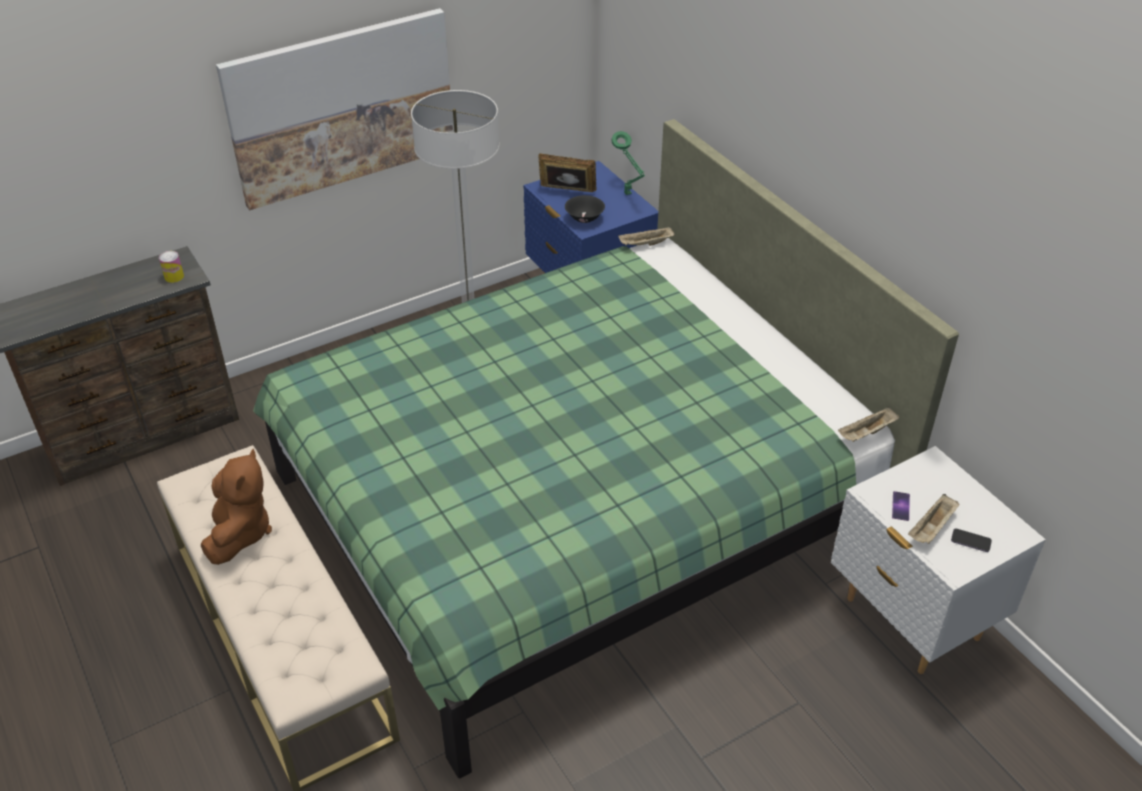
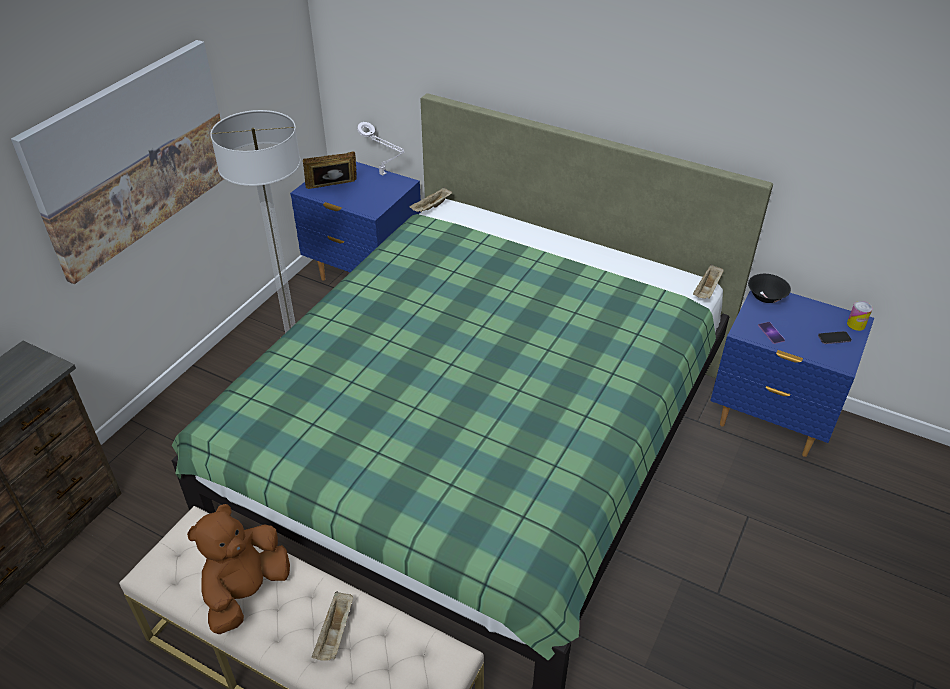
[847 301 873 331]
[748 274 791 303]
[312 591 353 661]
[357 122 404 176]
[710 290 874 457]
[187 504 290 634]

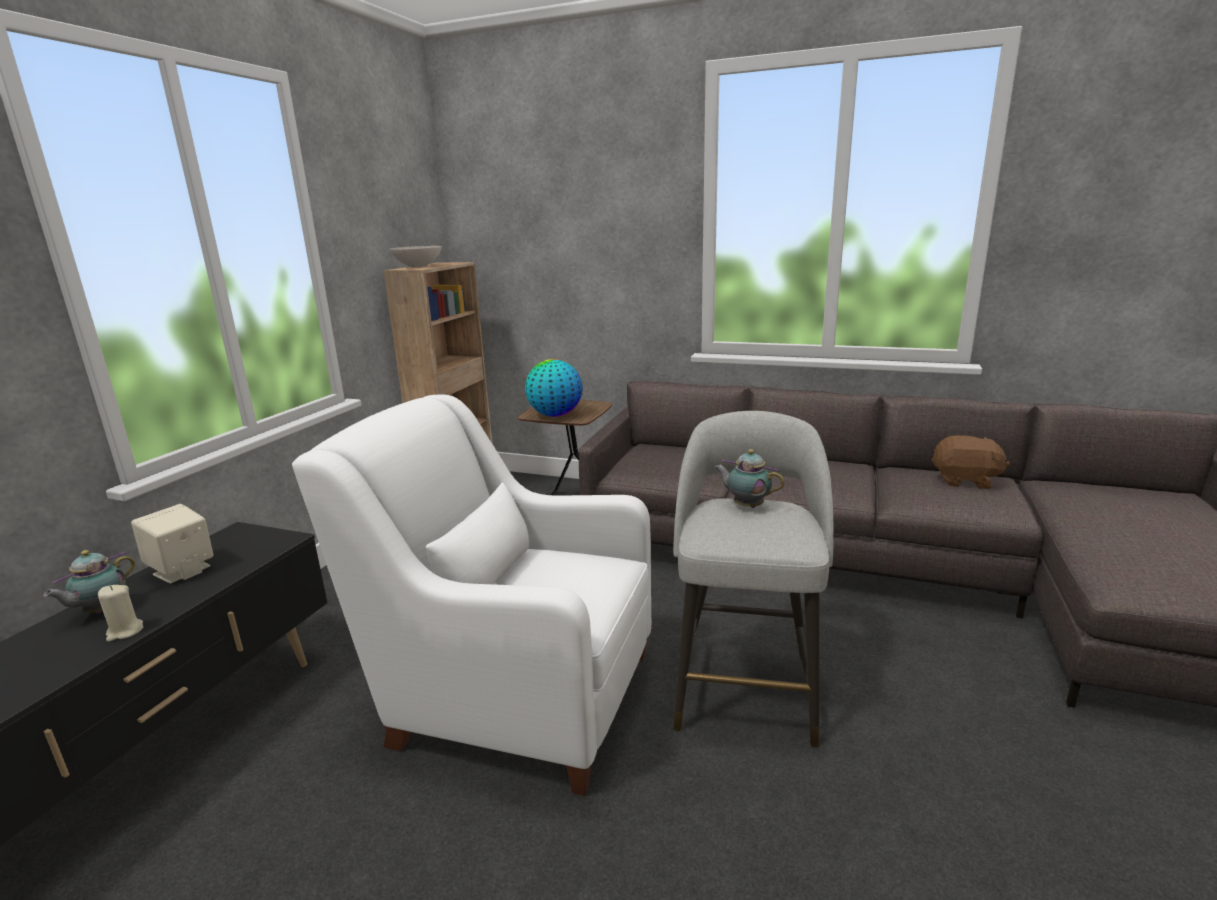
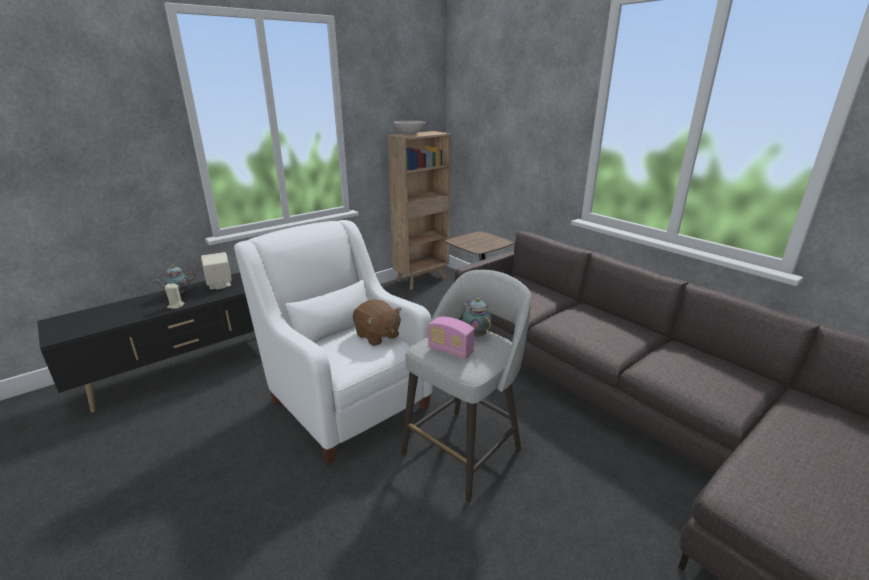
[525 359 583 417] (first image)
[428 317 475 359]
[353 300 401 346]

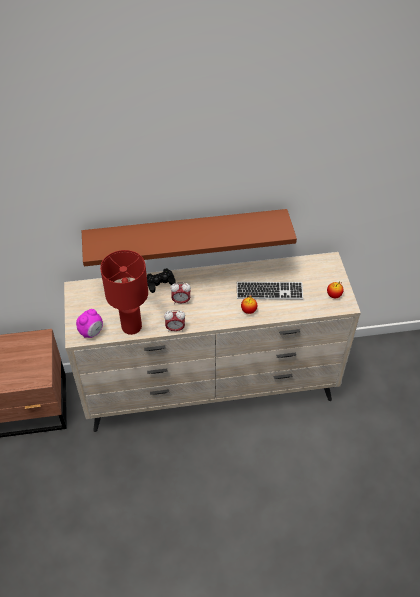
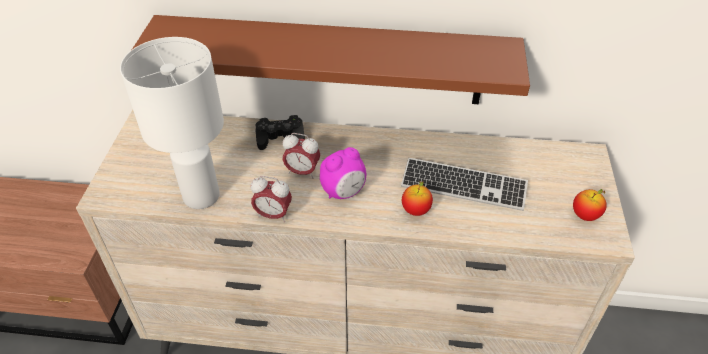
[320 147 366 199]
[120 37 224 209]

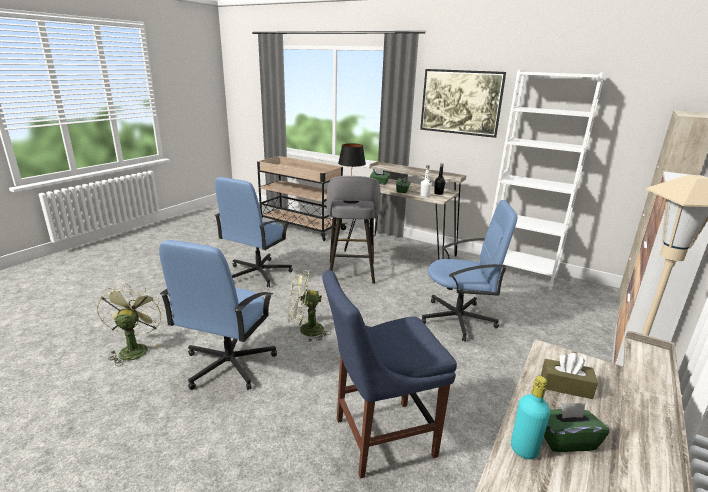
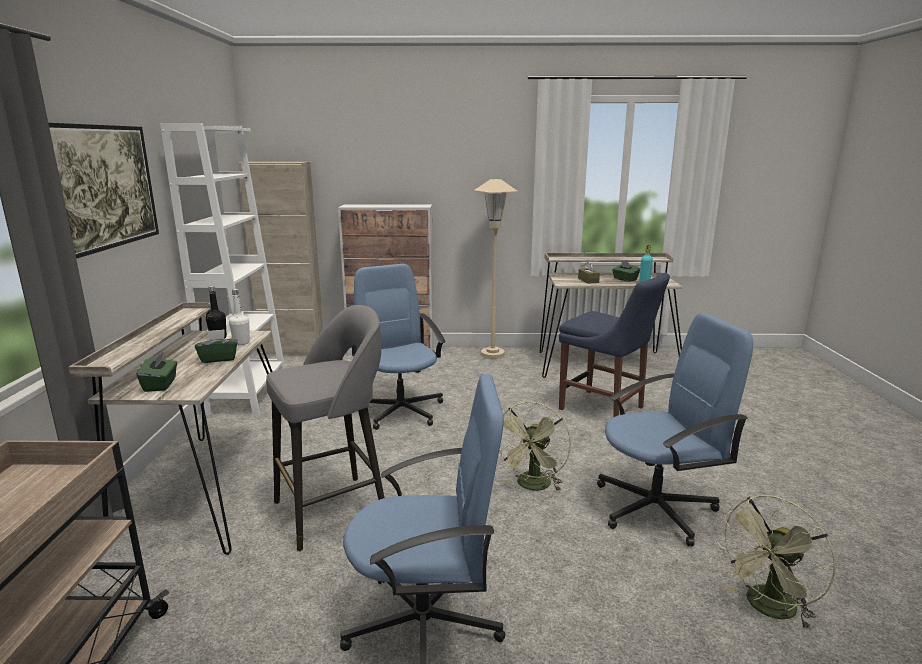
[338 143 366 204] (first image)
[499 402 571 491]

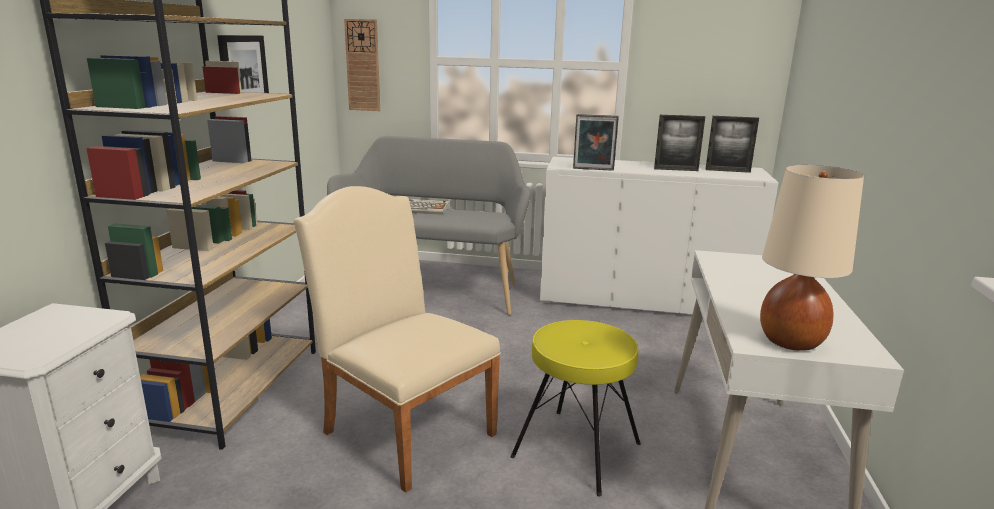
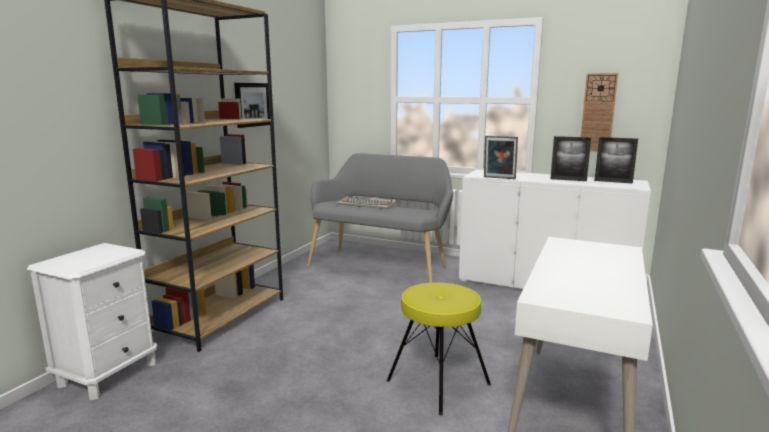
[294 186 501 493] (first image)
[760 165 864 351] (first image)
[581 73 618 152]

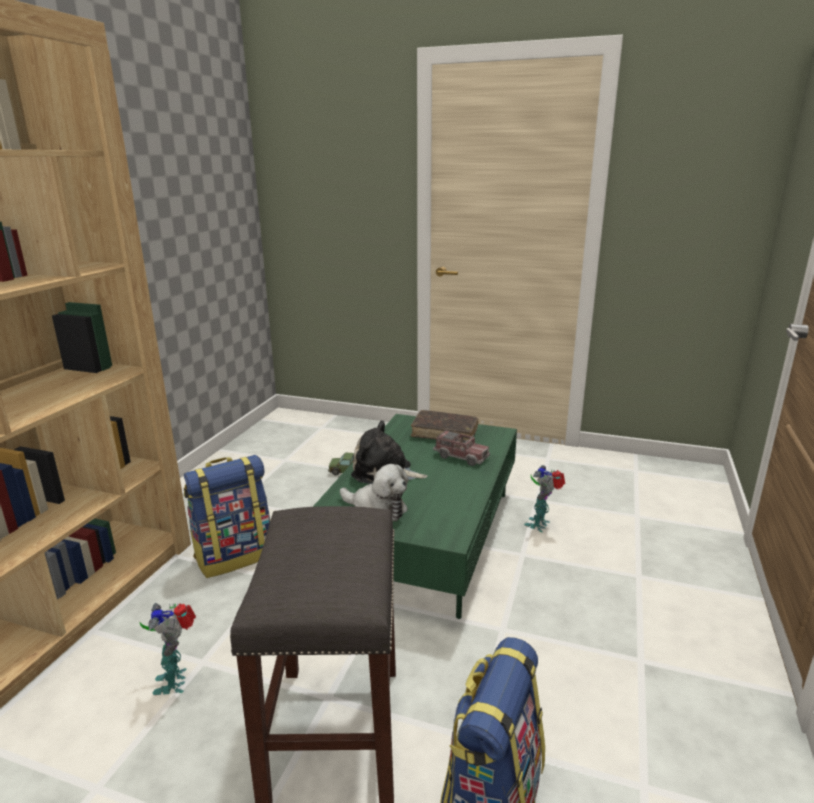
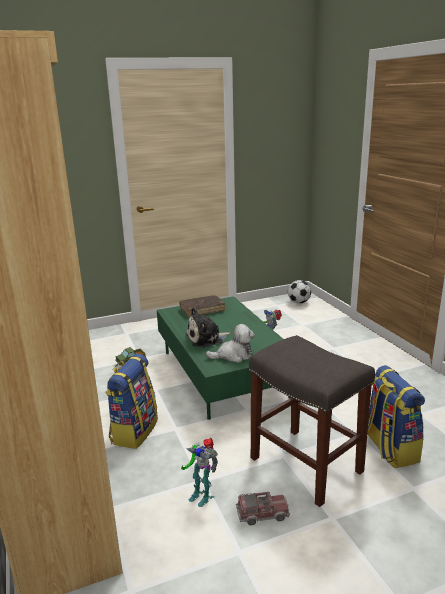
[288 280 311 304]
[236 491 290 525]

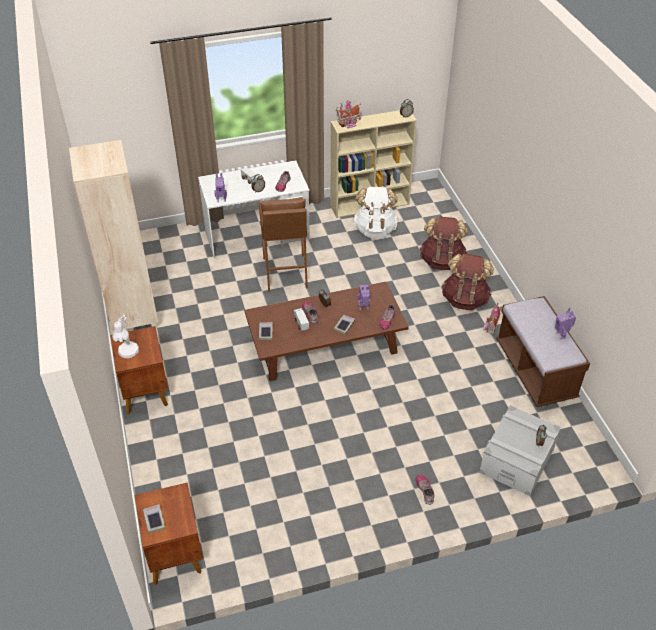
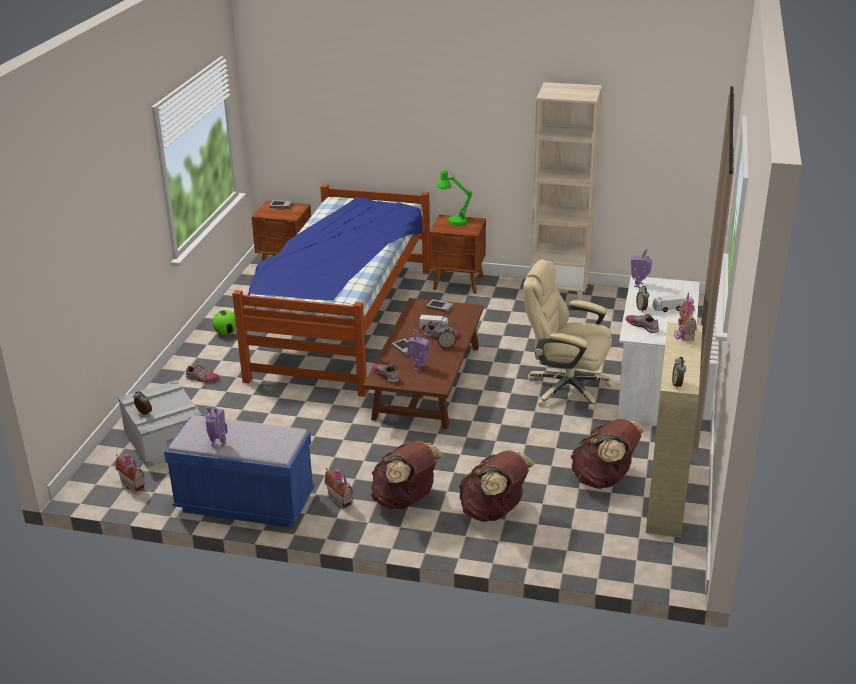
[115 452 145 492]
[213 310 236 335]
[232 184 430 397]
[523 260 613 411]
[437 170 473 226]
[571 419 644 489]
[164 416 315 527]

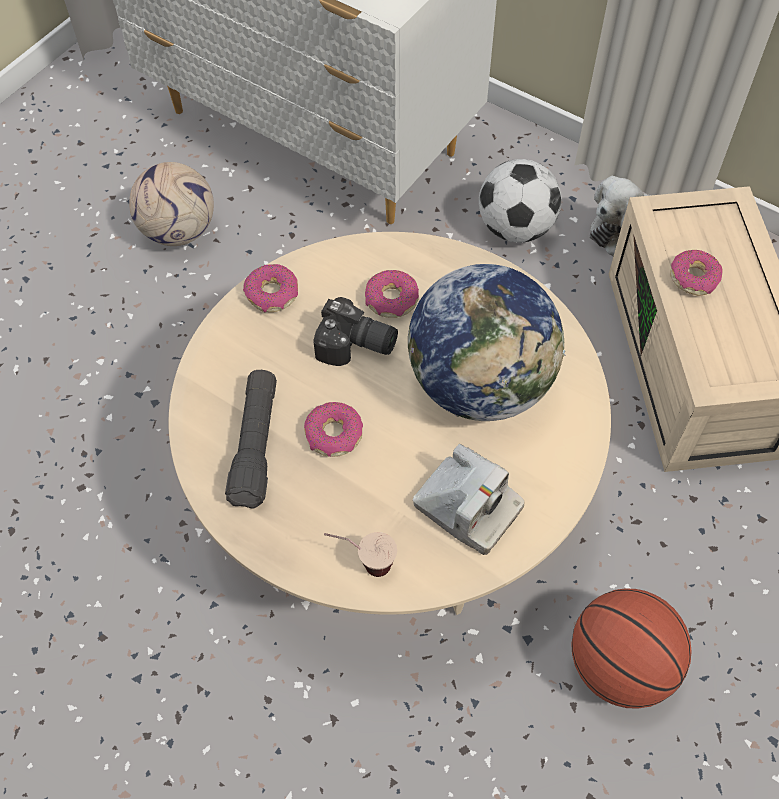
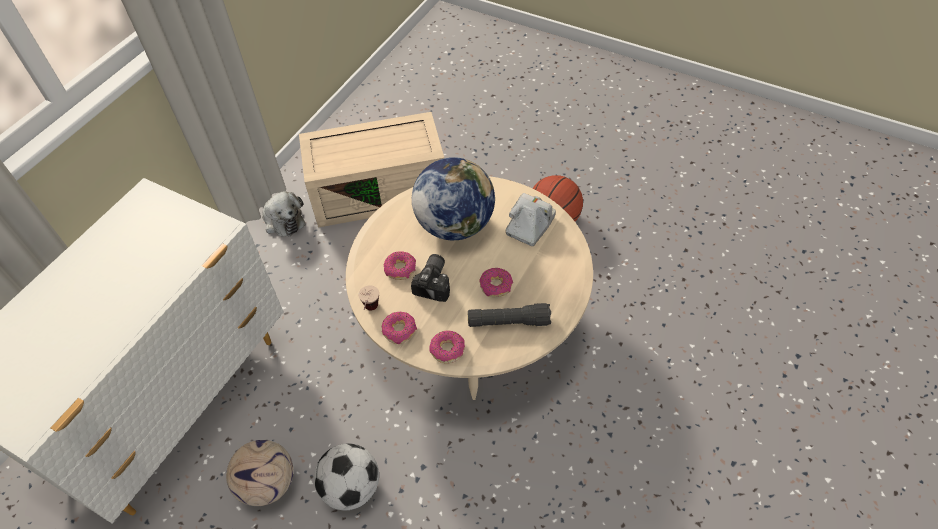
[358 285 379 311]
[314 443 379 511]
[429 331 465 364]

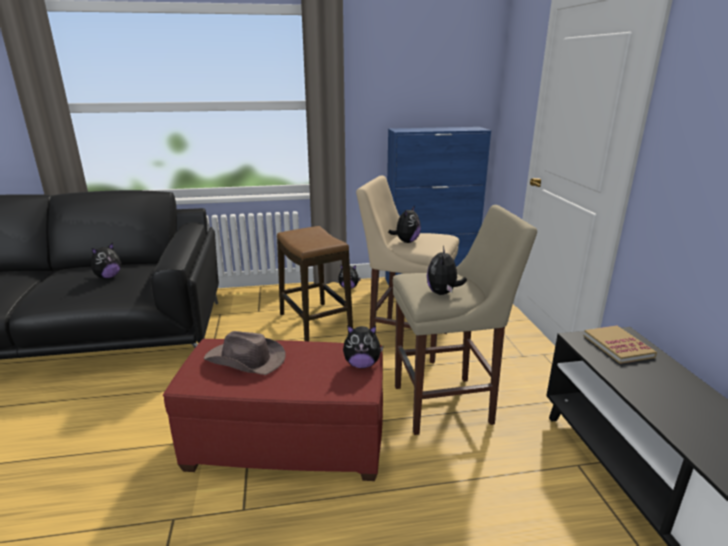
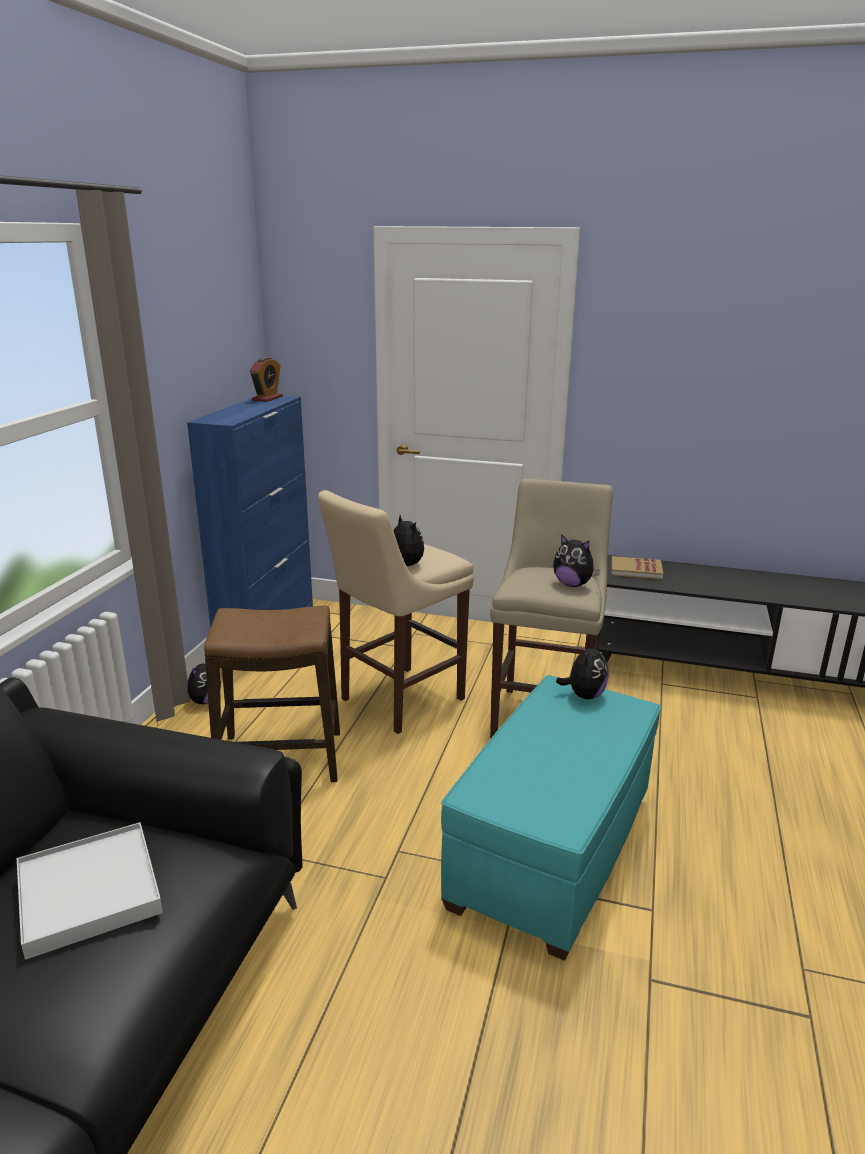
[204 331 286 375] (first image)
[250 357 283 402]
[17 822 163 960]
[441 675 661 961]

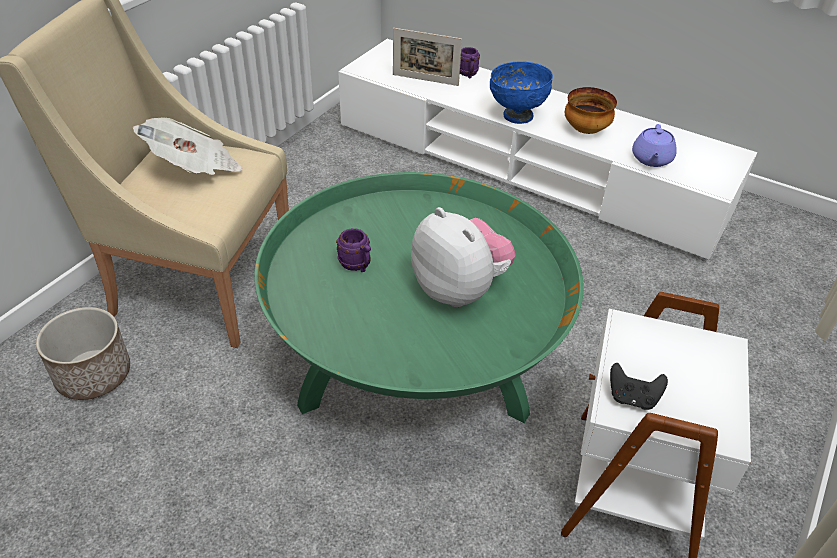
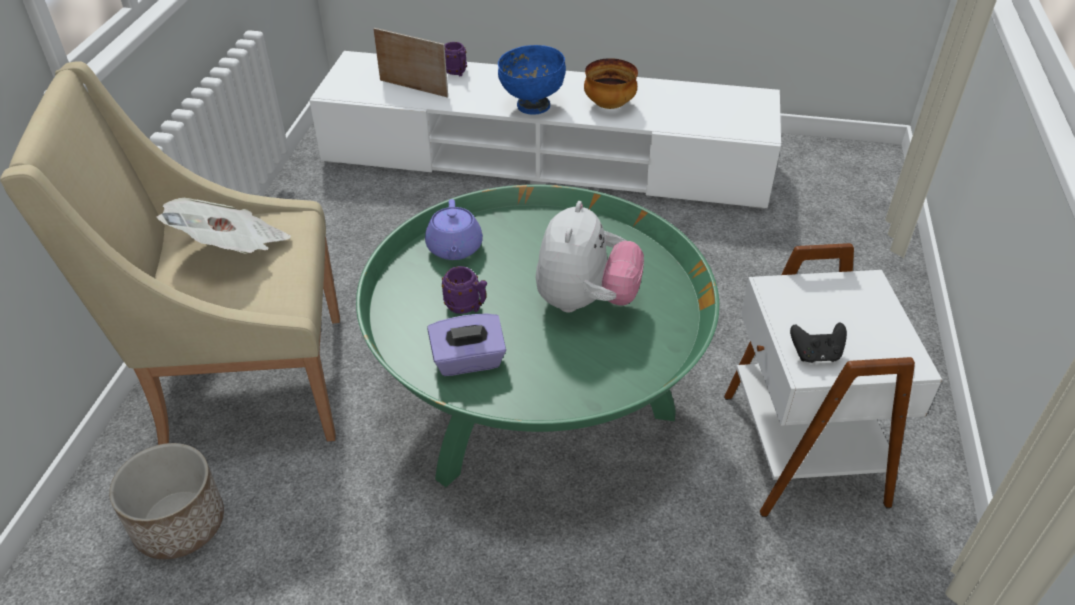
[427 314 506 376]
[425 199 483 260]
[373 28 448 98]
[536 201 644 313]

